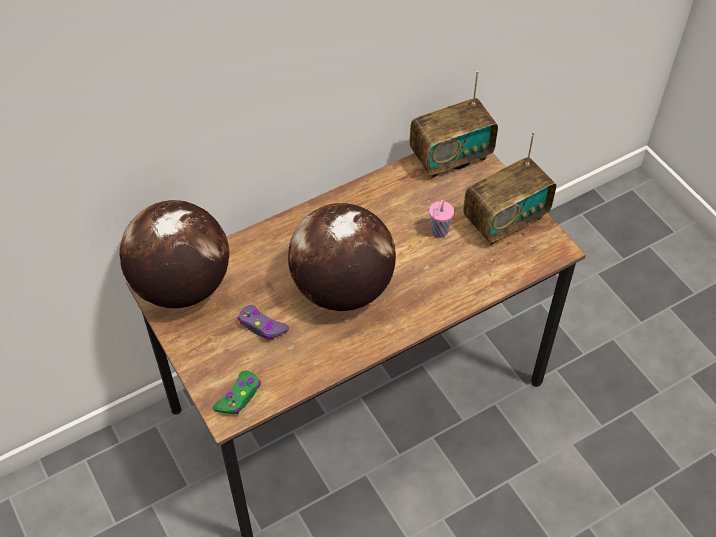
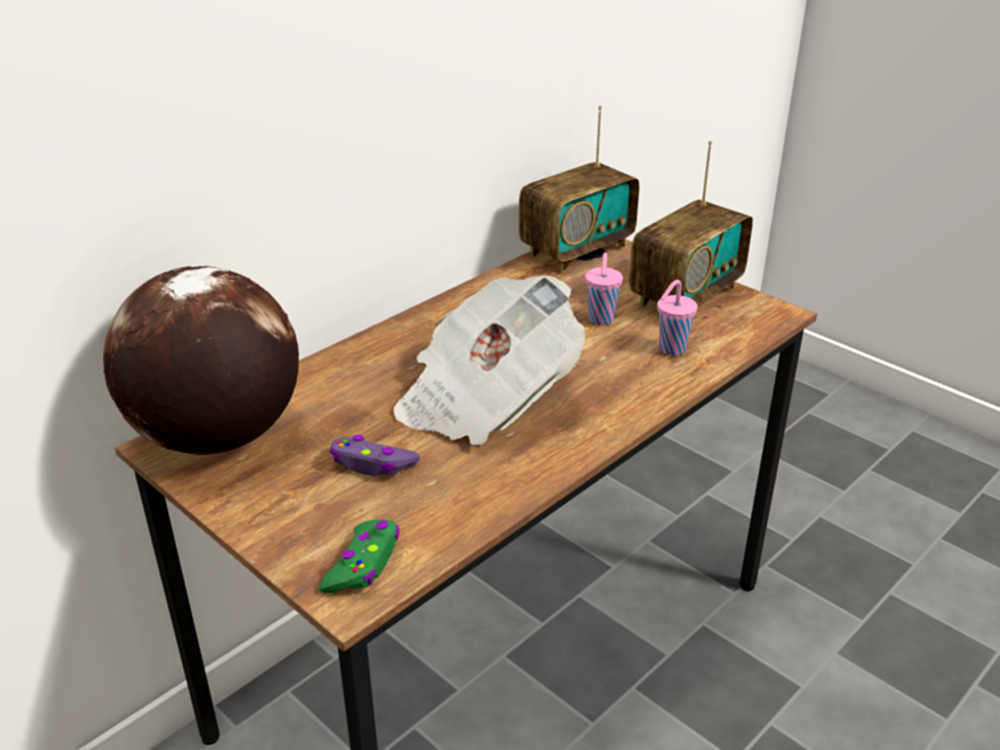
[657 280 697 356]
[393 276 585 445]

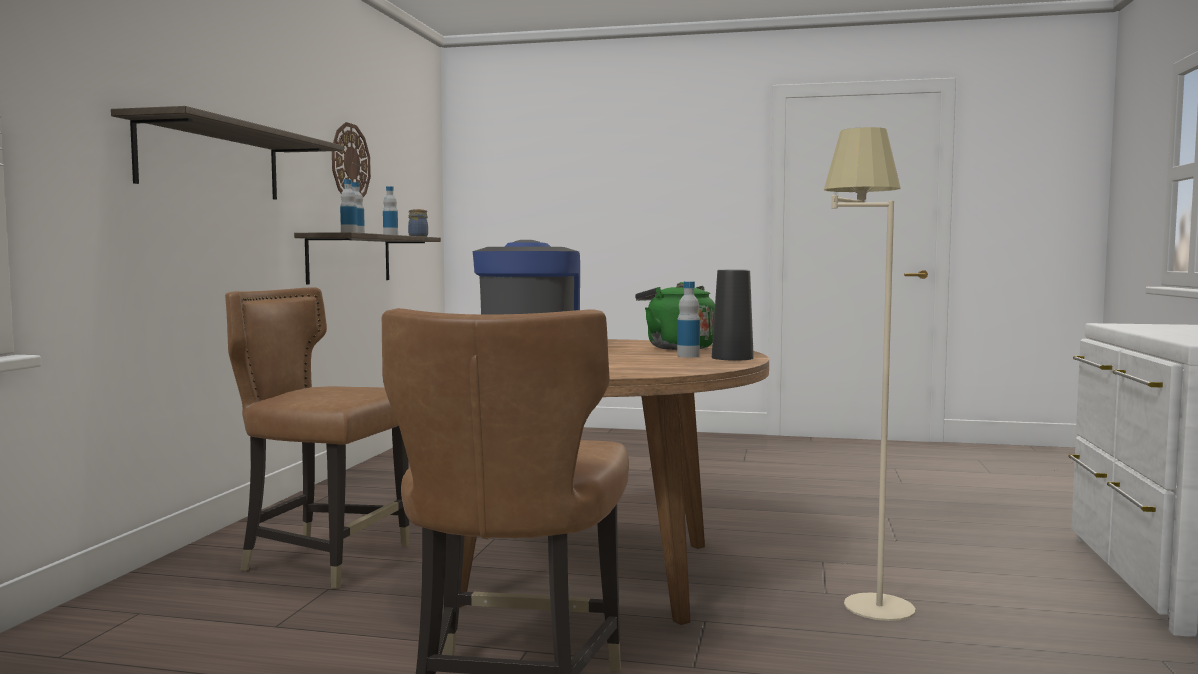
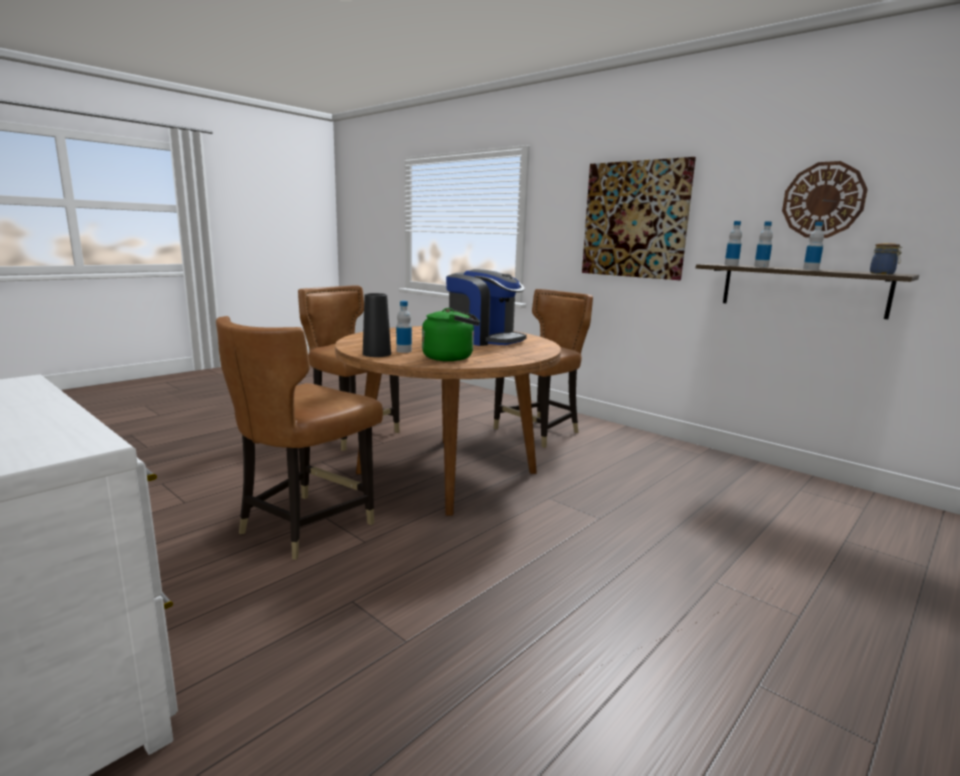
[582 157 696 280]
[216 316 383 560]

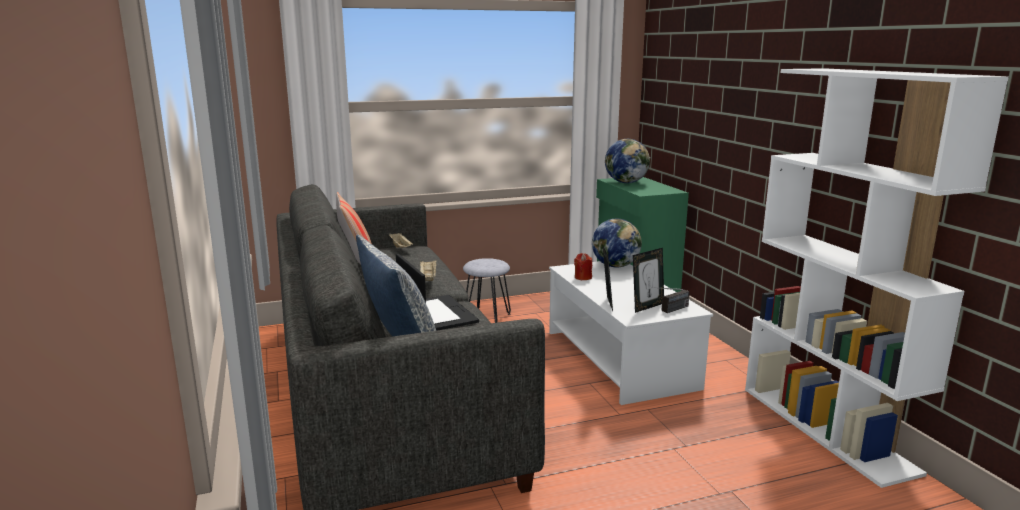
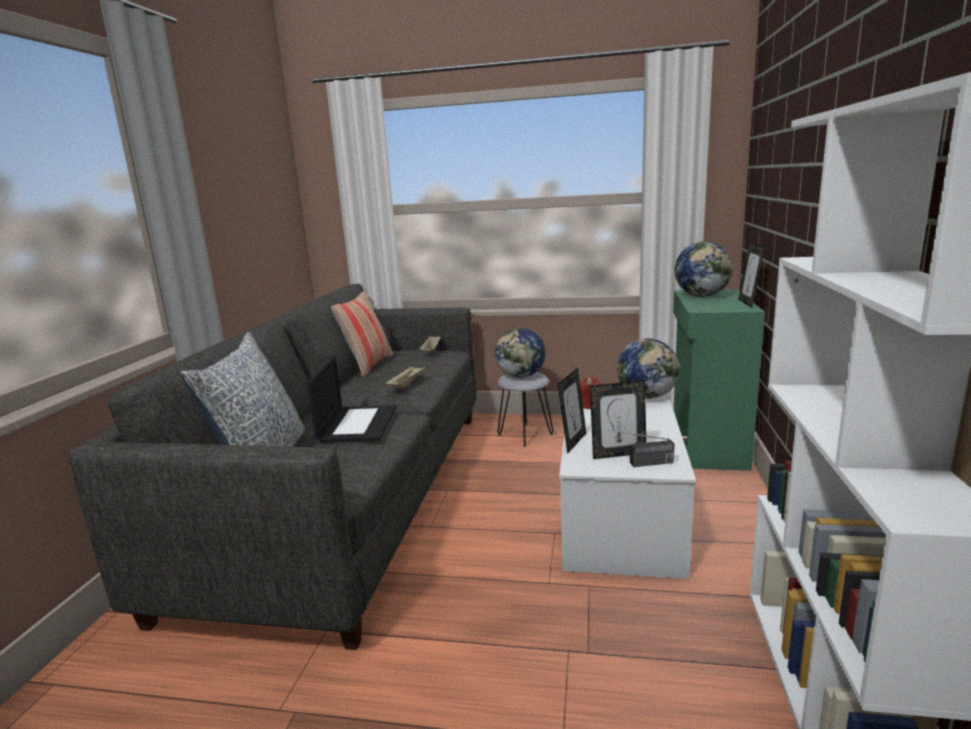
[495 327 546 378]
[738 242 765 308]

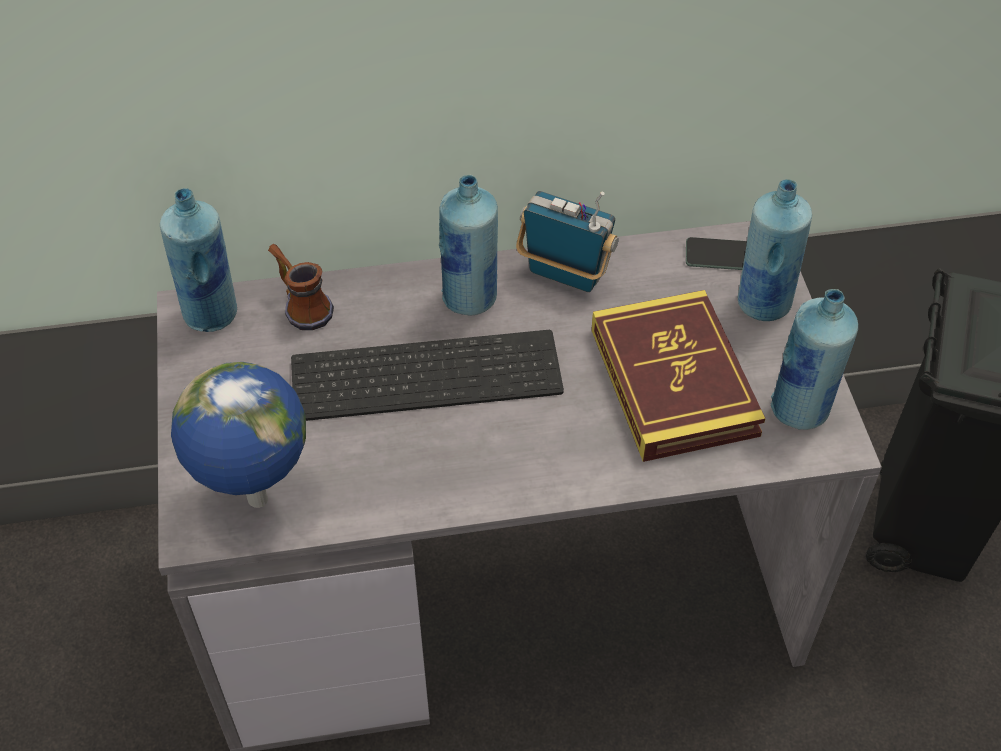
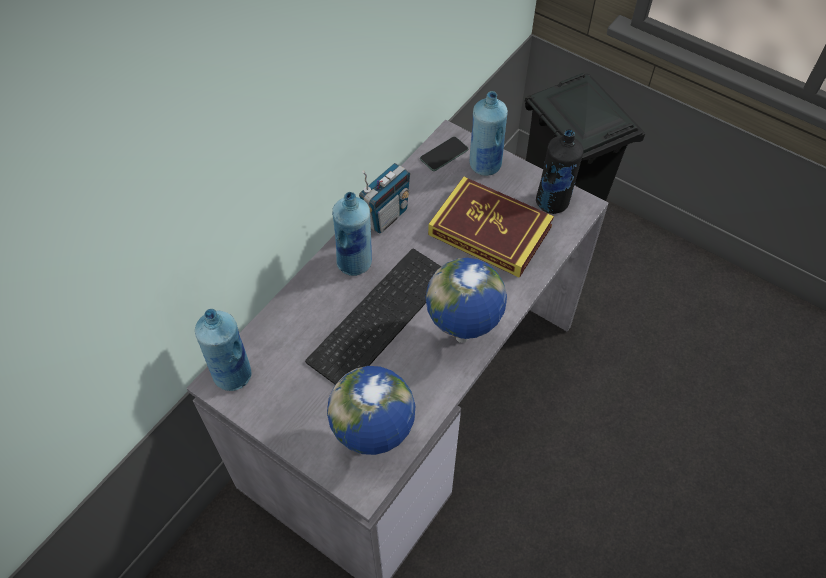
[268 244 334 330] (first image)
[425 258 507 343]
[536 129 583 214]
[359 163 410 234]

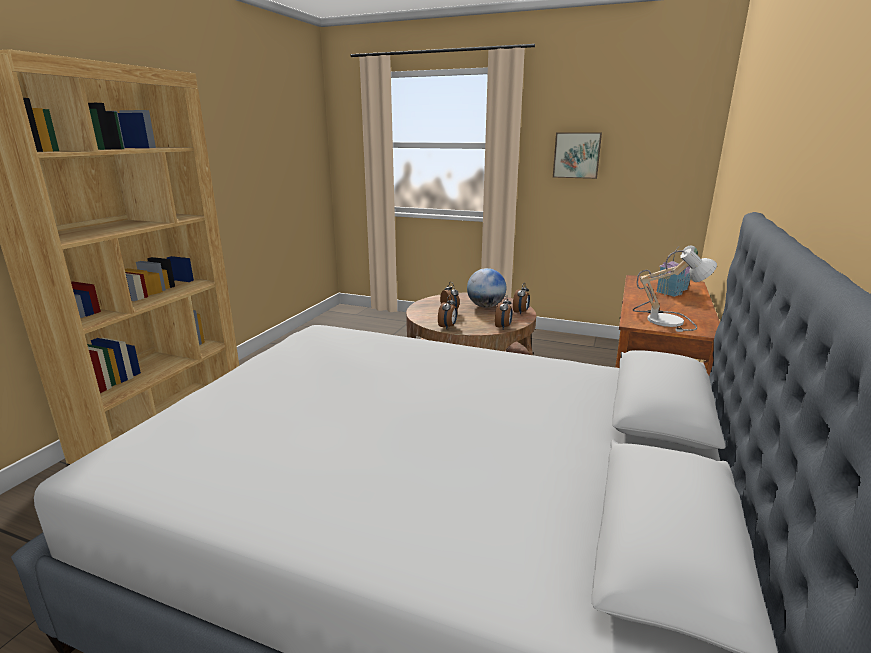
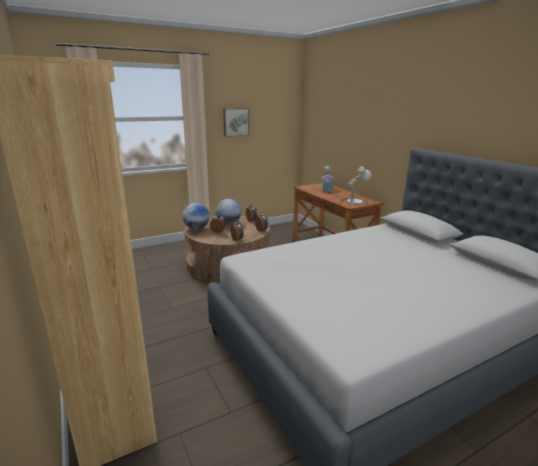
[182 203 210 230]

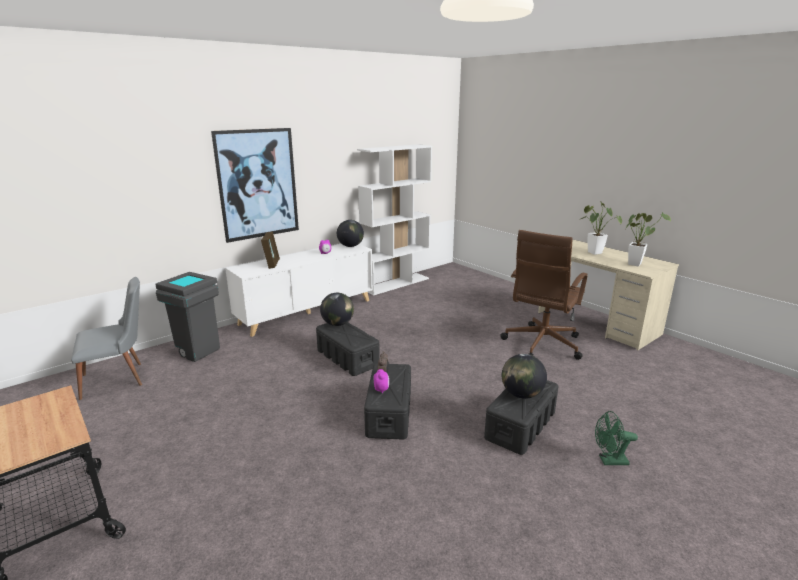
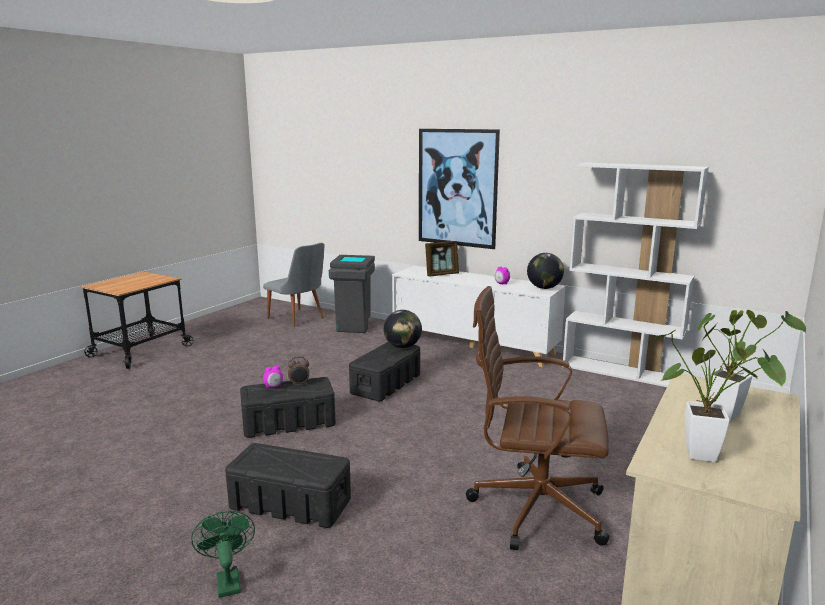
[502 354 547 399] (first image)

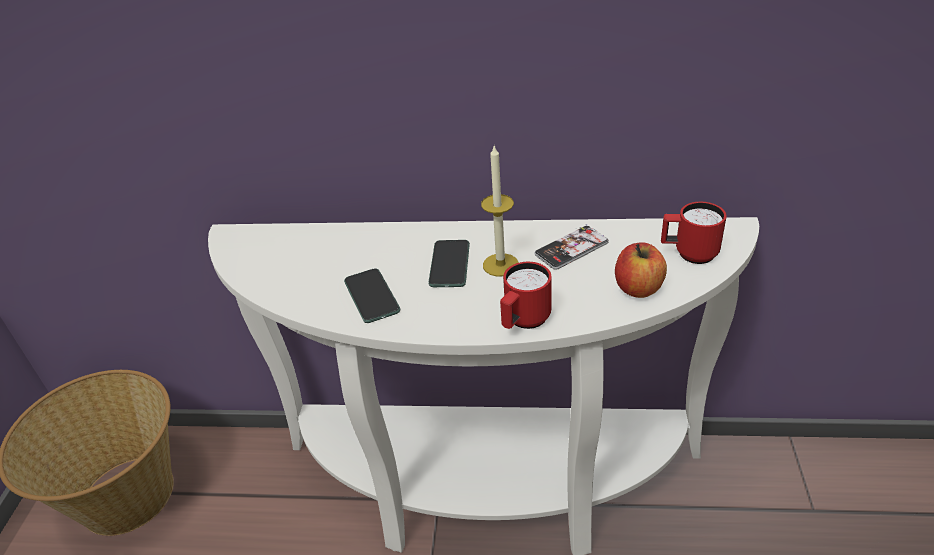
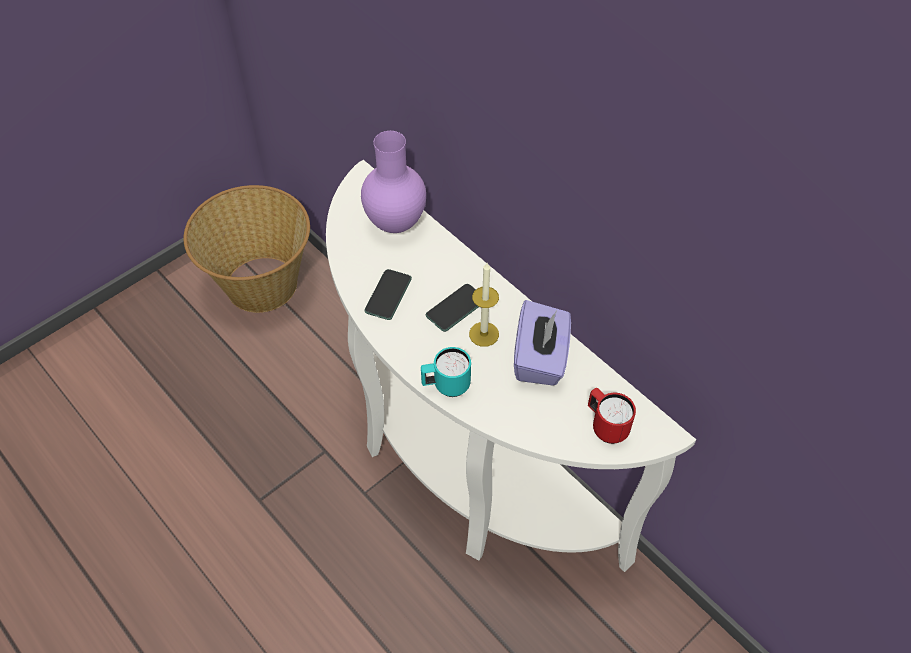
[615 242 667 298] (first image)
[361 131 426 233]
[514 300 571 386]
[421 347 471 397]

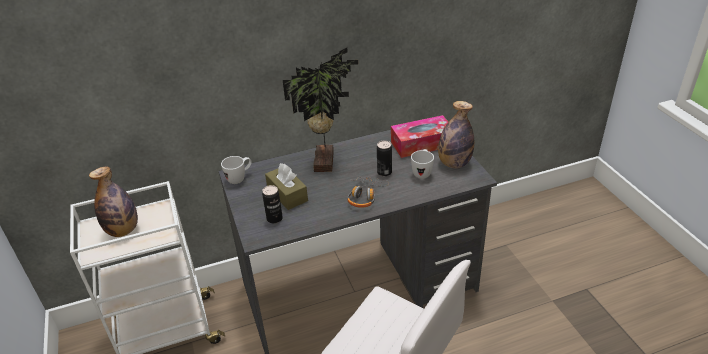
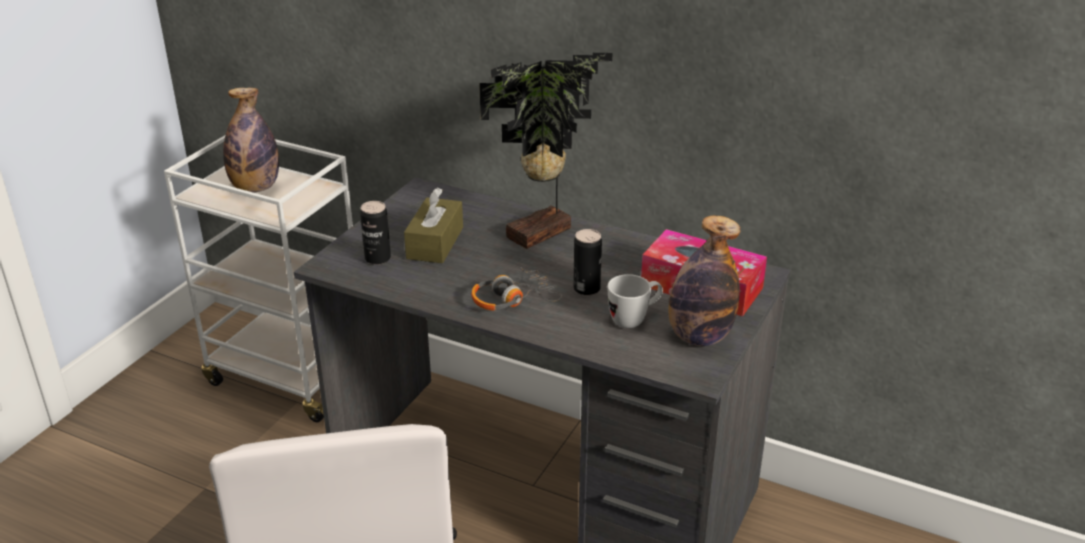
[221 156 252 184] (first image)

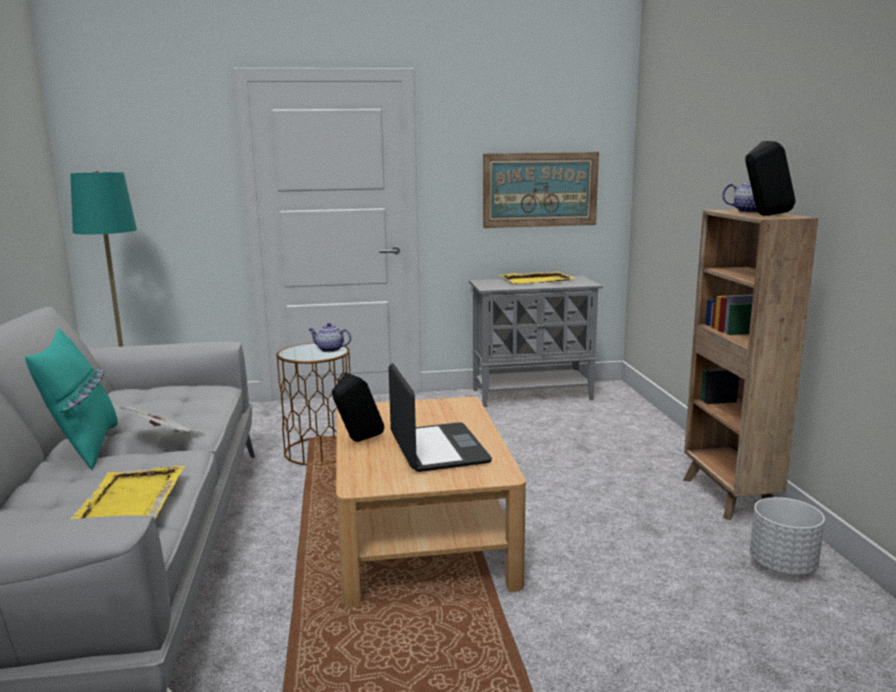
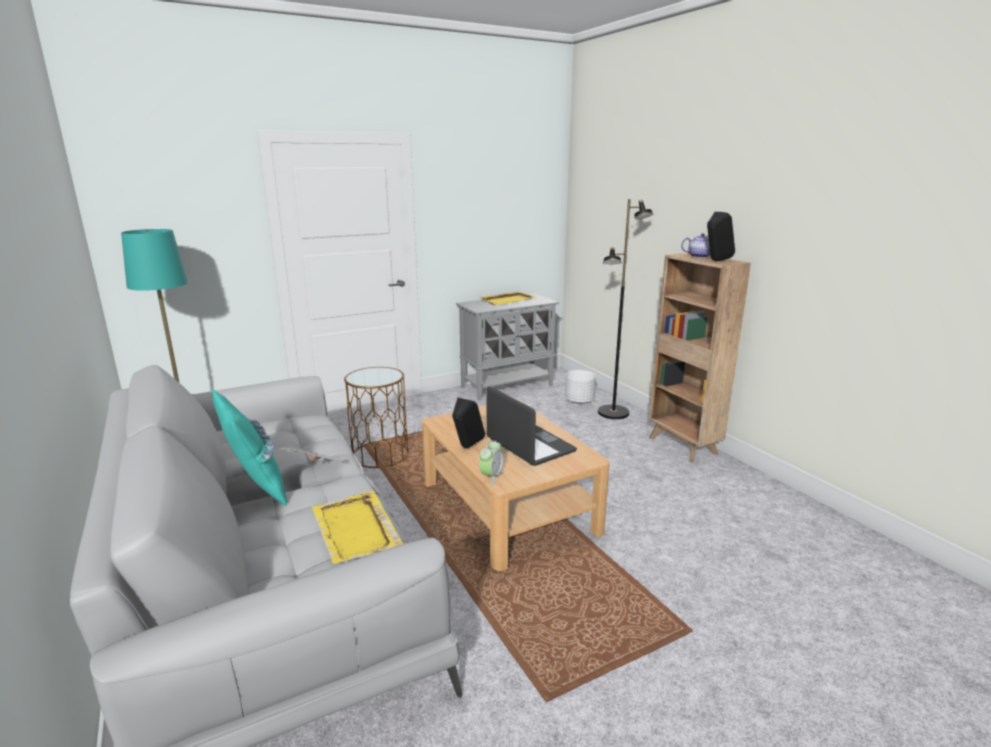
[308 323 351 352] (first image)
[483 152 599 228] (first image)
[479 439 504 485]
[598 199 653 419]
[565 370 596 404]

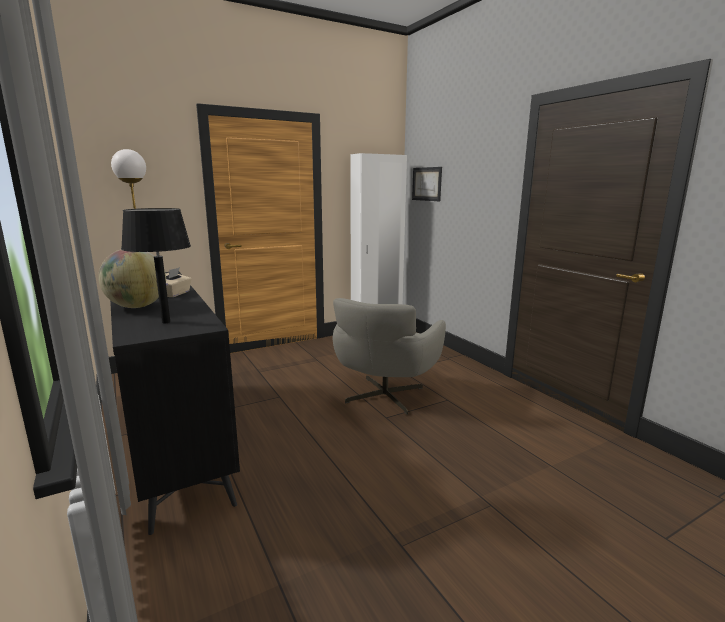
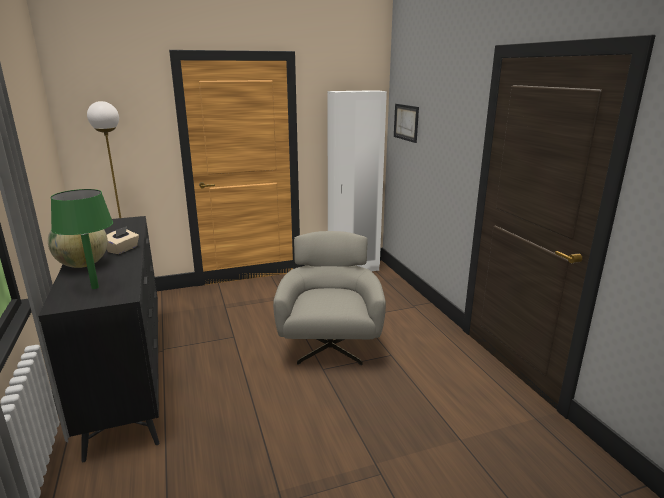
[51 189 113 289]
[273 231 386 366]

